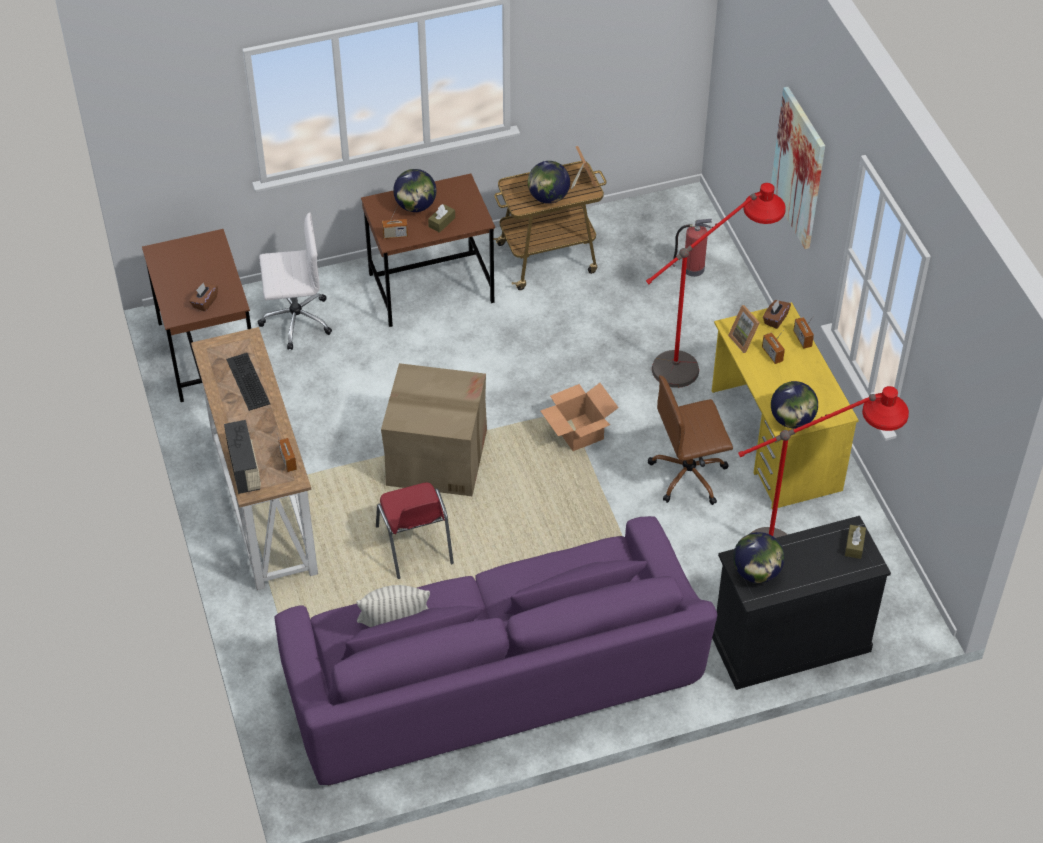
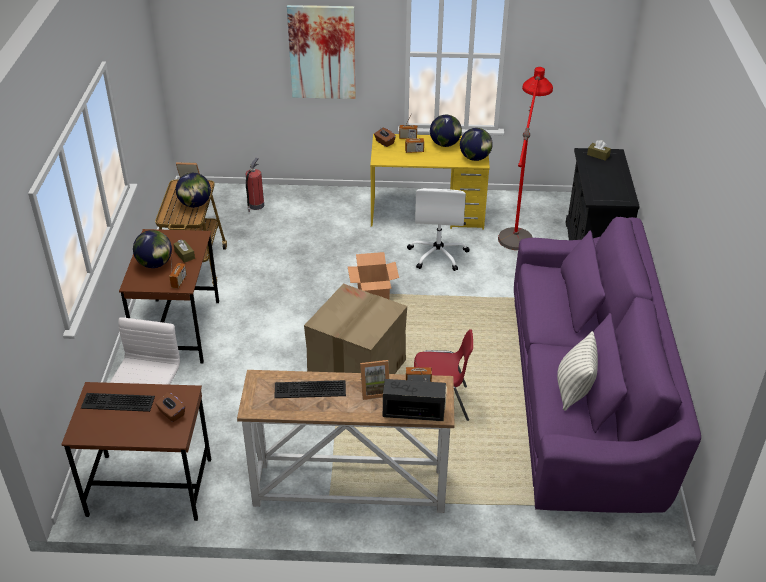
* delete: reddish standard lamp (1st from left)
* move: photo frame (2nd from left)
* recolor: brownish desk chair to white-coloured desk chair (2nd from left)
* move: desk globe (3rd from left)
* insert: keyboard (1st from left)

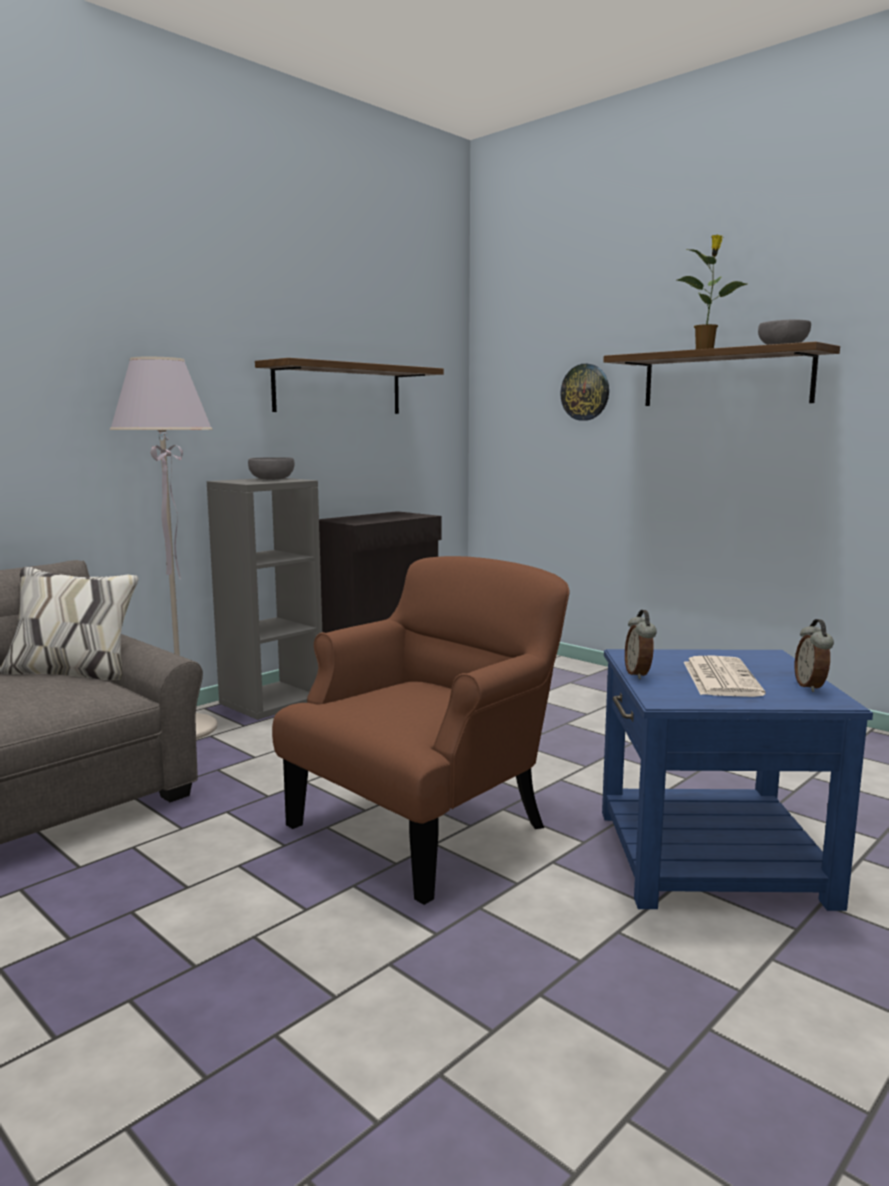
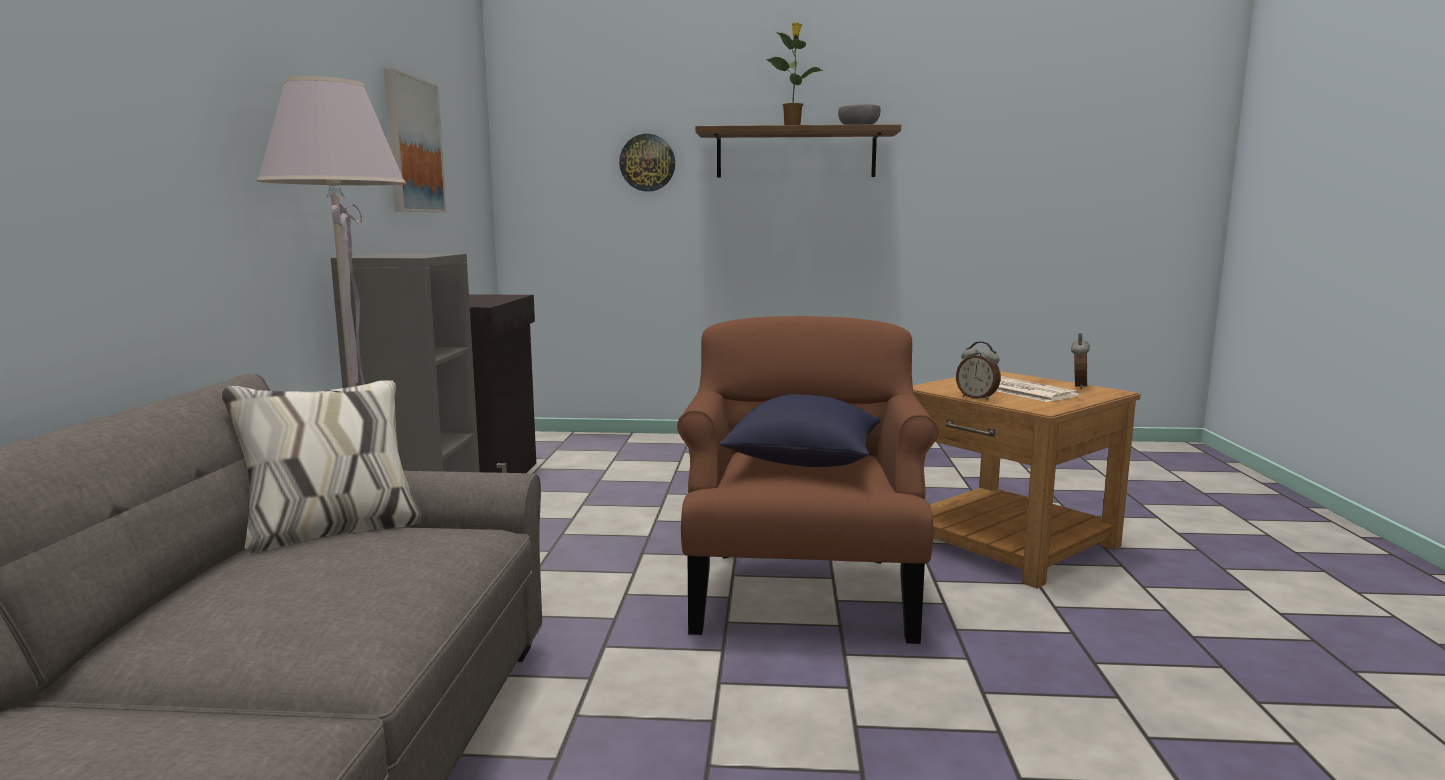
* replace: bracket shelf (1st from left) to wall art
* delete: grey deep dish (1st from left)
* rotate: table clock (2nd from left) 120 degrees counterclockwise
* recolor: blue-coloured end table to brownish end table
* insert: blue-coloured throw pillow

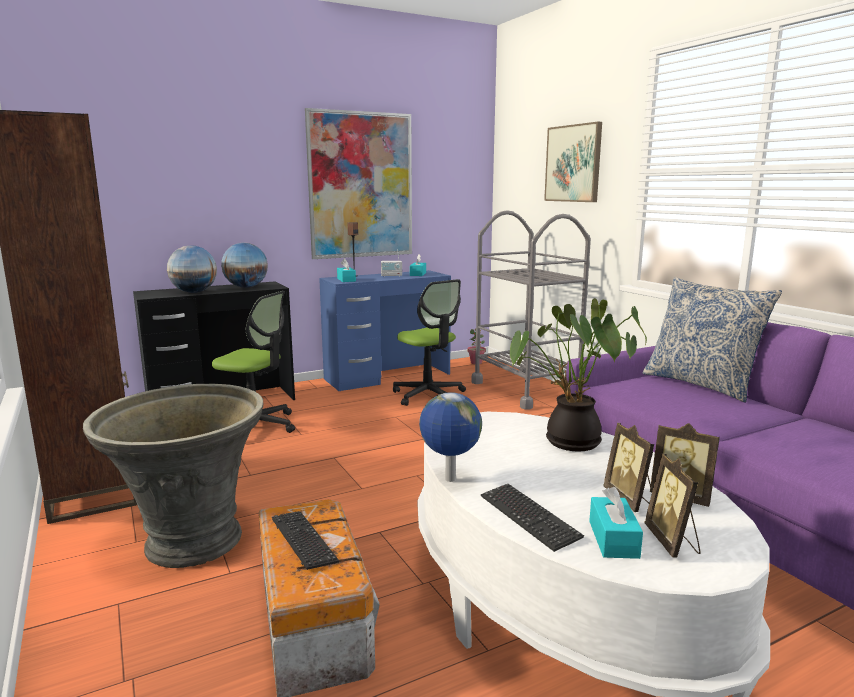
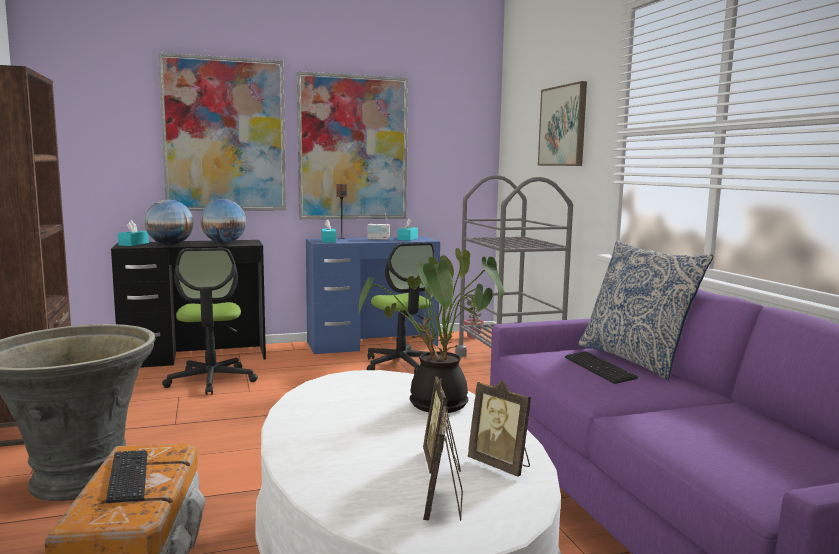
* rotate: desk chair (1st from left) 45 degrees clockwise
* delete: desk globe (3rd from left)
* move: keyboard (2nd from left)
* move: turquoise-coloured tissue holder (3rd from left in the first image) to turquoise-coloured tissue holder (1st from left)
* insert: wall art (1st from left)

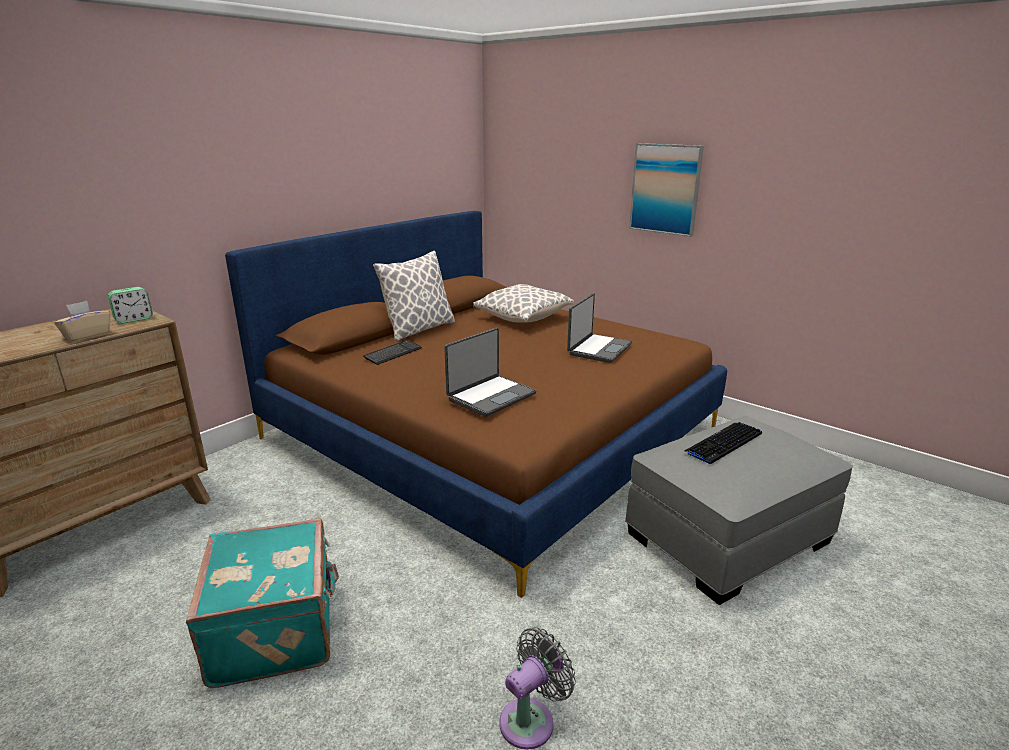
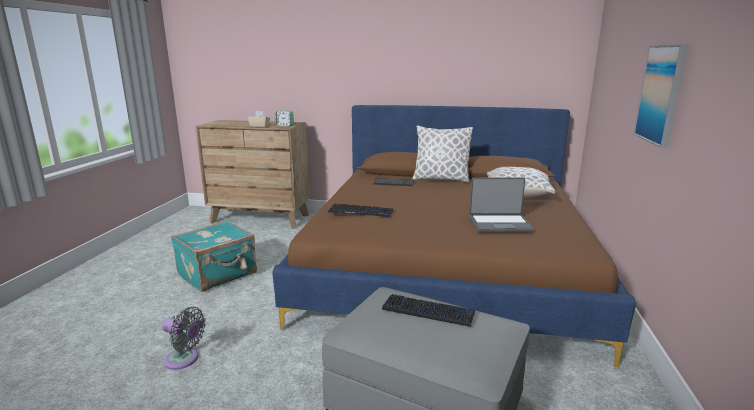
* replace: portable computer (1st from left) to keyboard (1st from left)

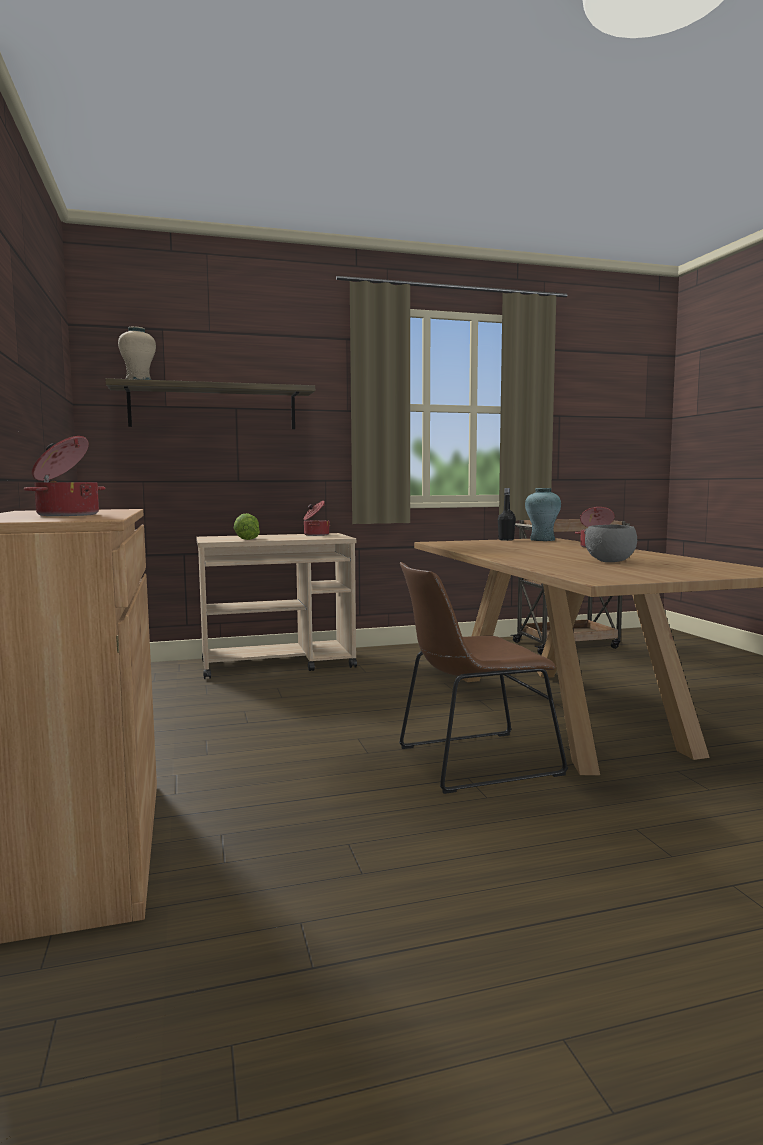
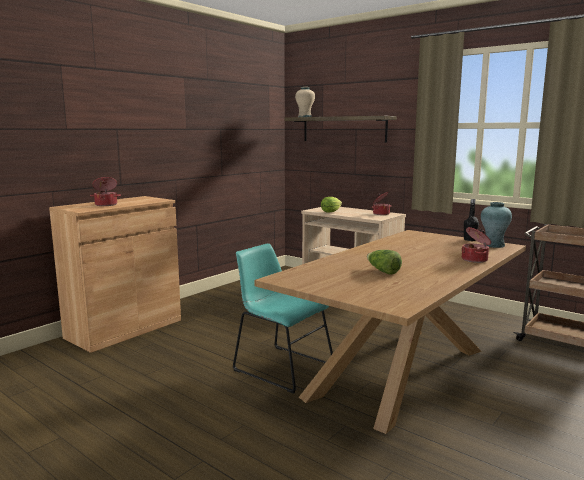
* replace: grey deep dish to head of lettuce (2nd from left)
* recolor: brownish plain chair to turquoise-coloured plain chair

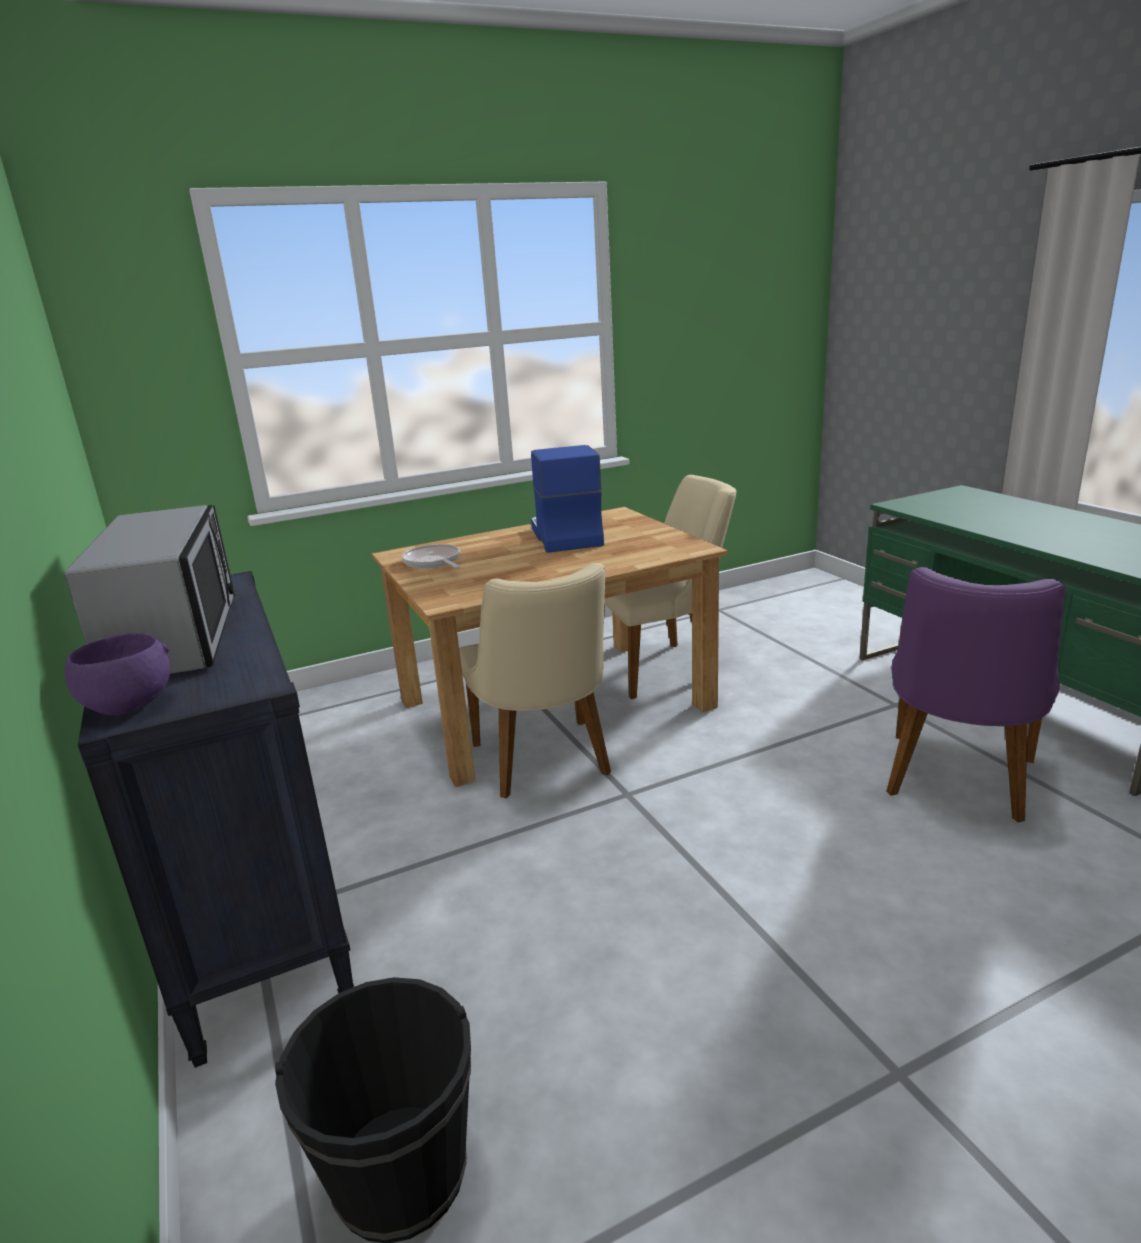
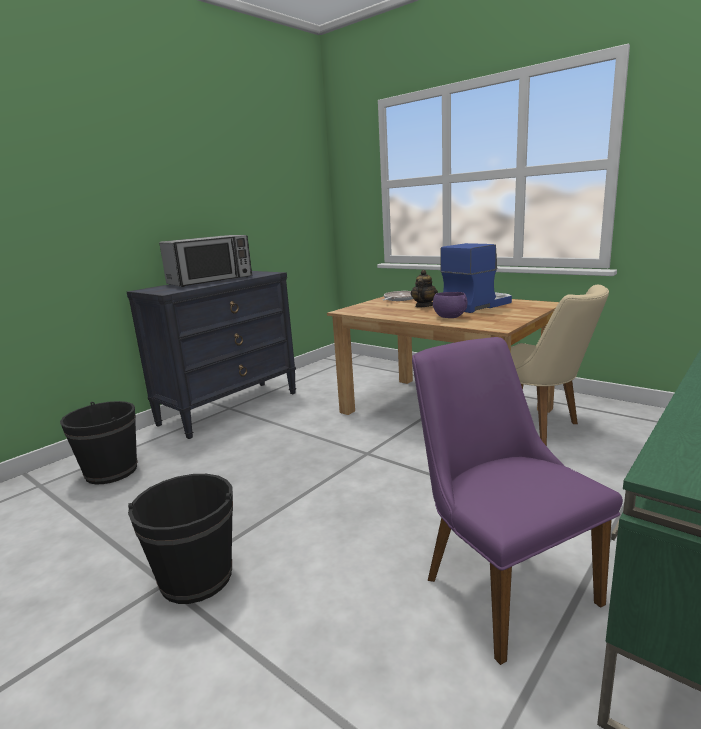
* delete: sand-coloured plain chair (1st from left)
* rotate: purplish plain chair 60 degrees clockwise
* move: purplish deep dish
* insert: tea pot
* insert: black-coloured water bucket (2nd from left)

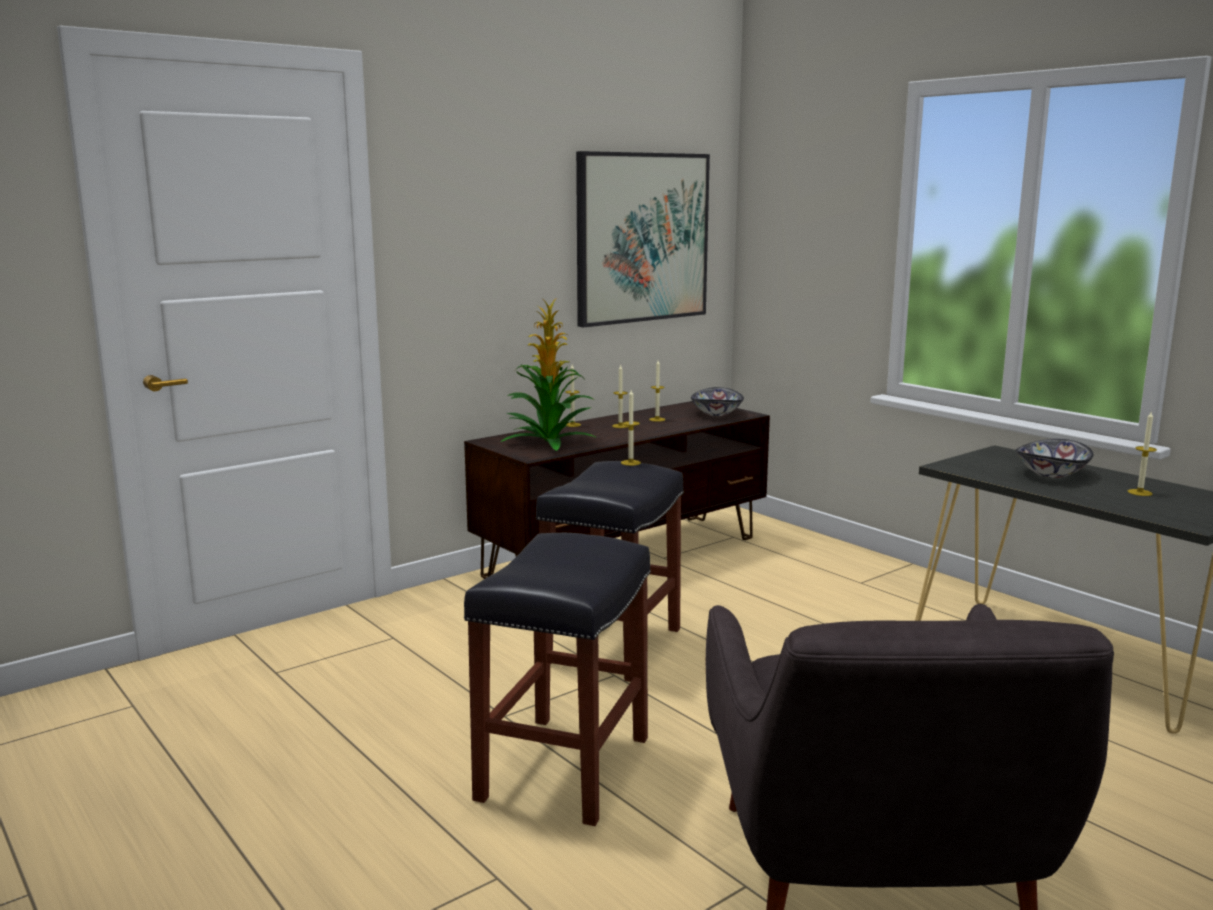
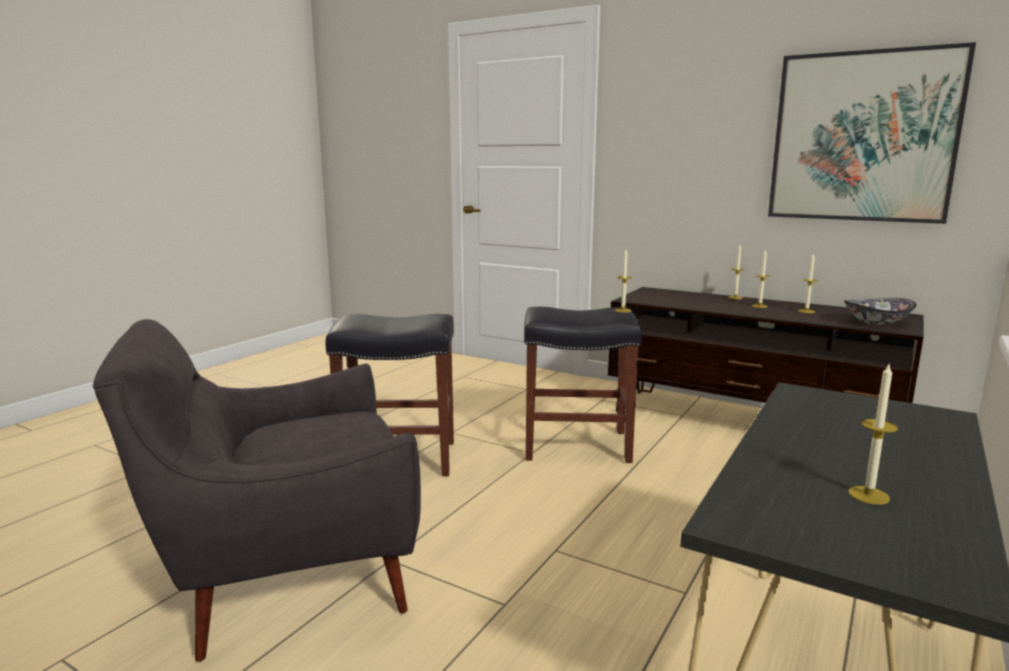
* delete: houseplant
* delete: deep dish (2nd from left)

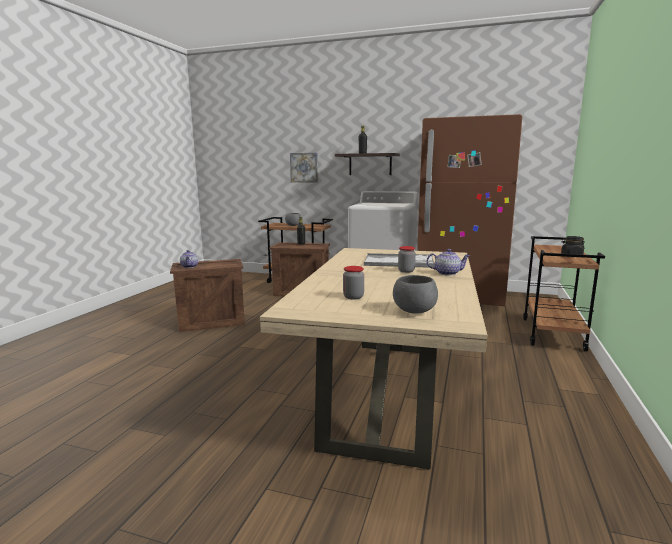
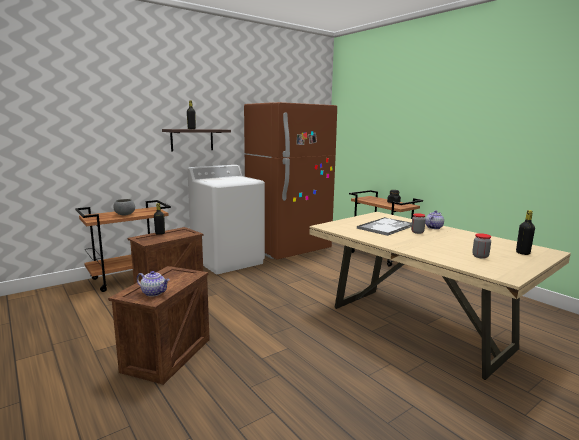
* delete: wall art
* replace: grey deep dish (2nd from left) to black-coloured drink bottle (3rd from left)

